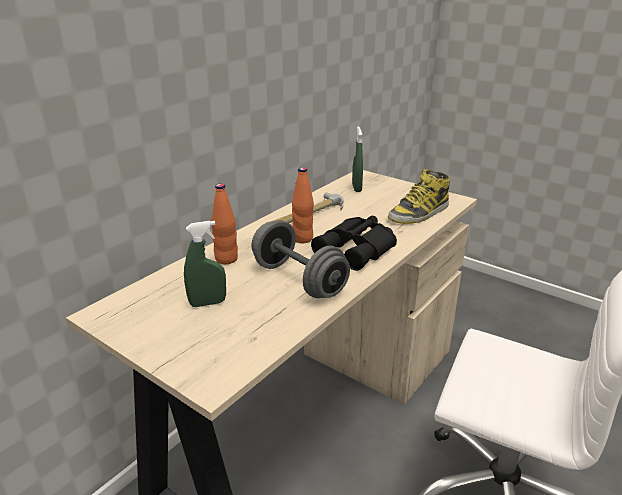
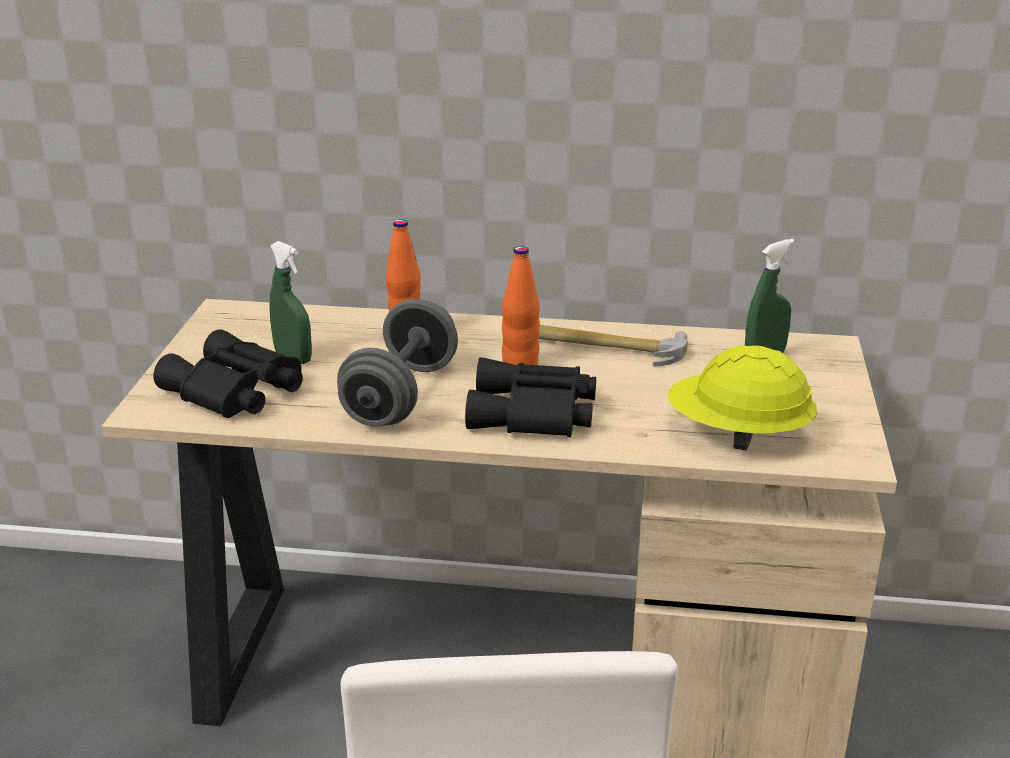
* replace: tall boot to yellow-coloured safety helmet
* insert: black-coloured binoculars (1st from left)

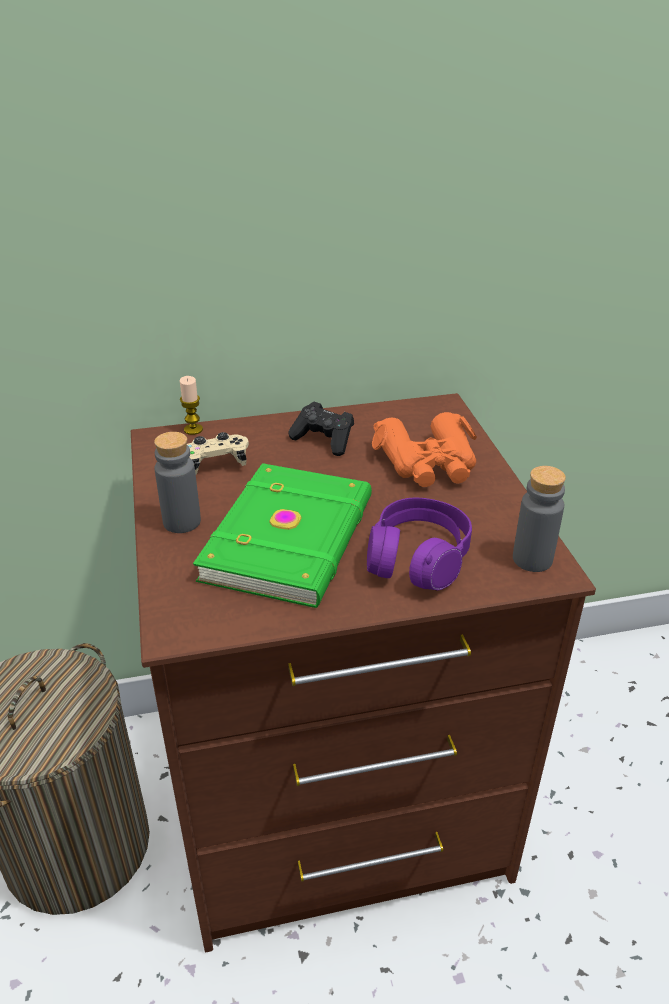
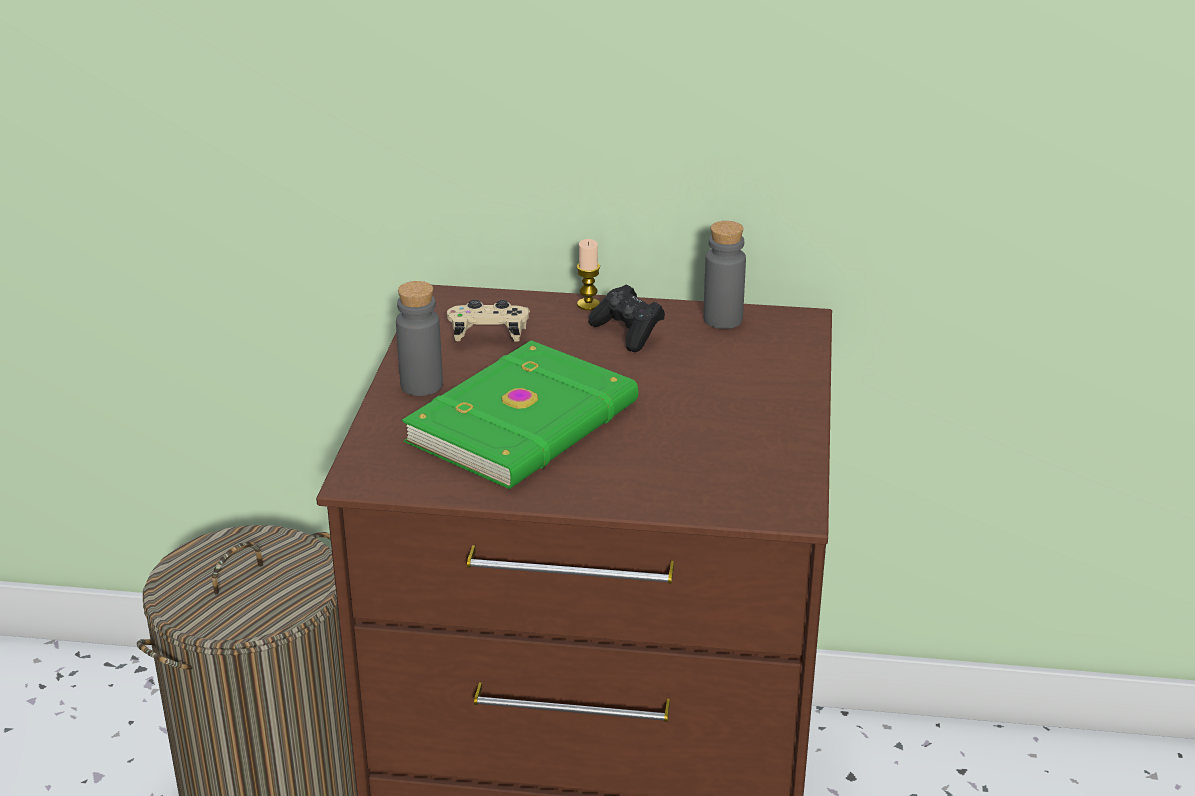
* move: candle
* delete: orangey binoculars
* move: grey drink bottle (2nd from left)
* delete: purplish pair of headphones

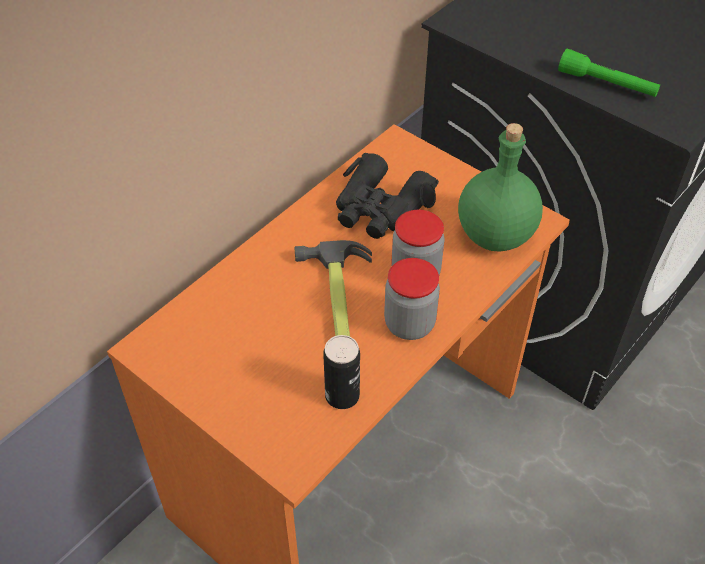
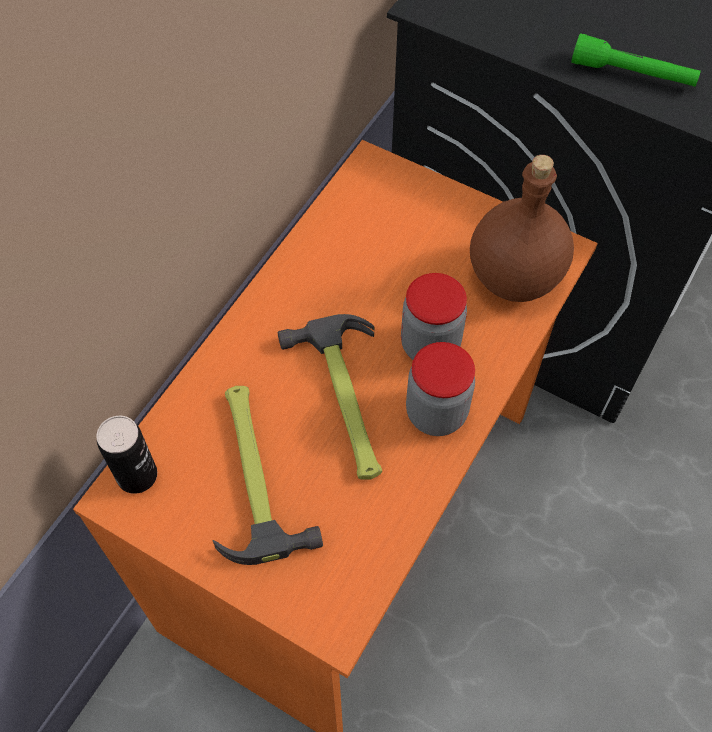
* recolor: greenish drink bottle to brownish drink bottle
* delete: black-coloured binoculars
* move: sealed can
* insert: hand hammer (1st from left)

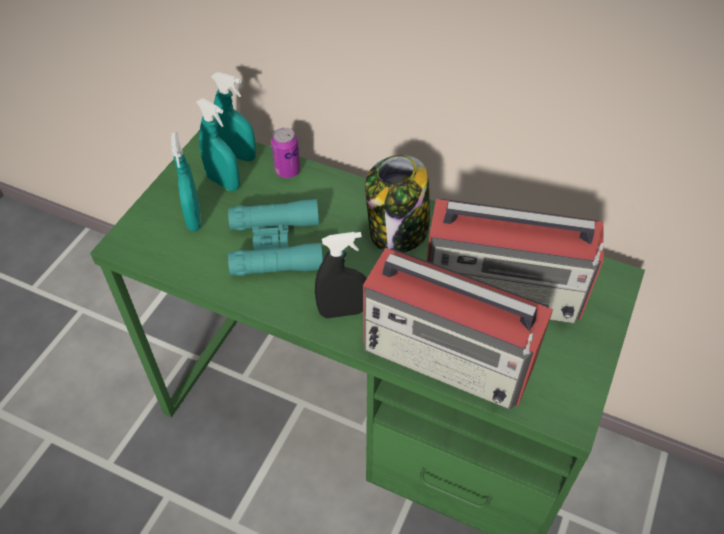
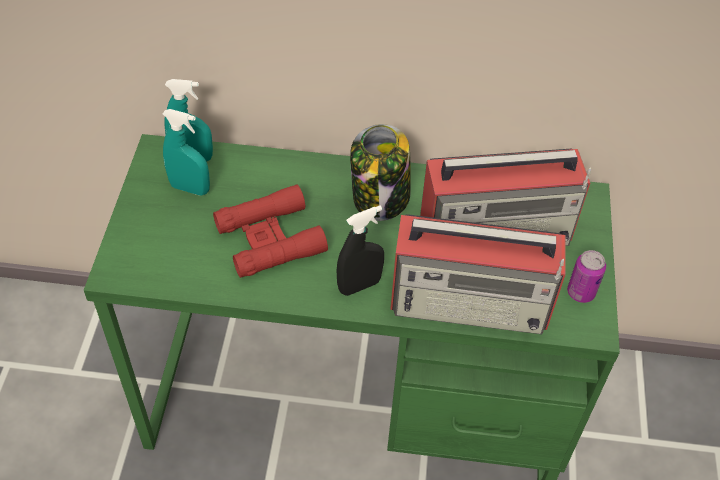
* move: sealed can
* delete: turquoise-coloured spray bottle (1st from left)
* recolor: turquoise-coloured binoculars to reddish binoculars

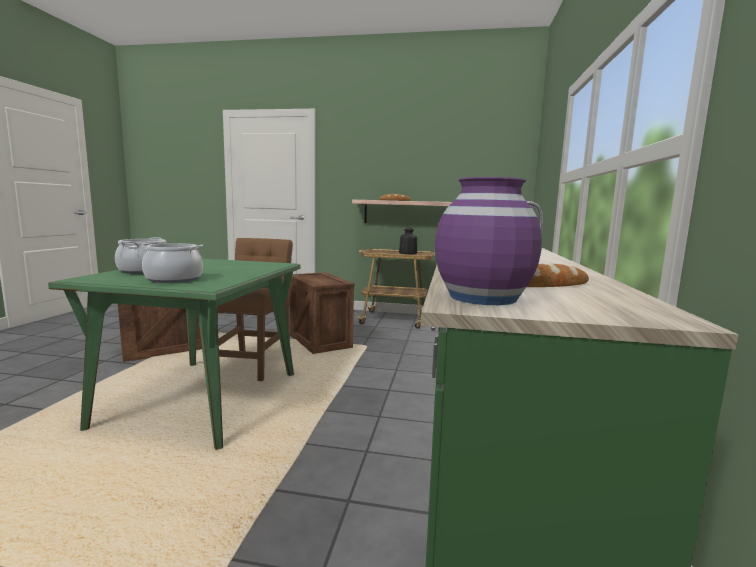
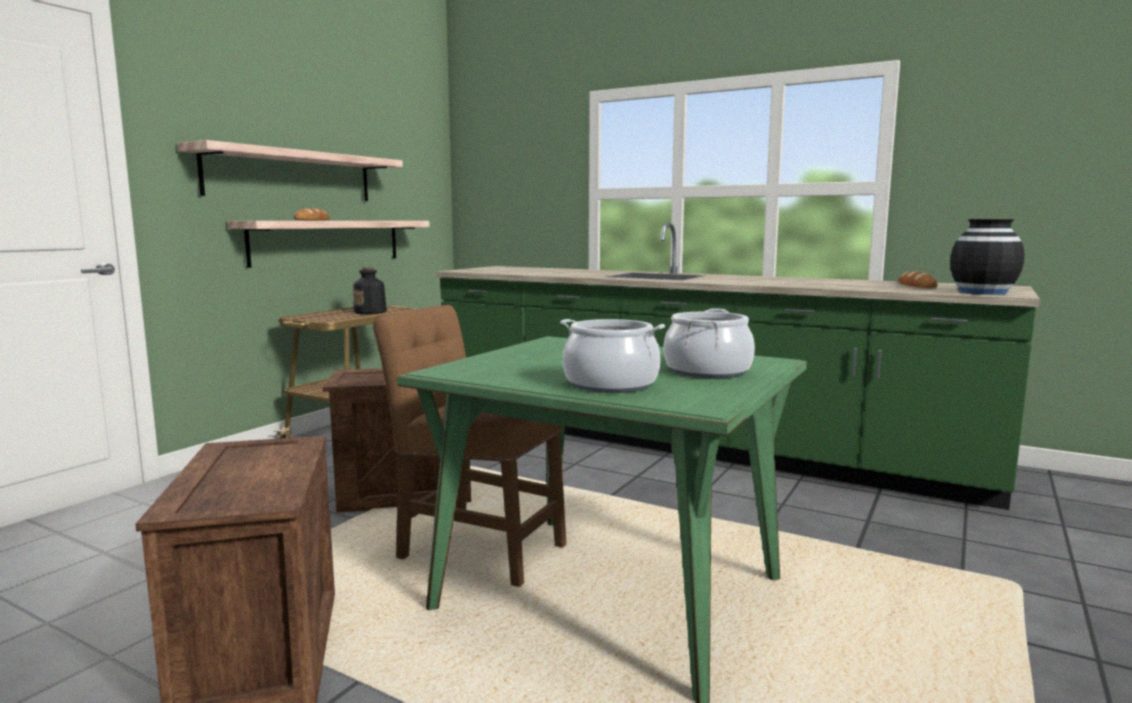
* recolor: purplish flower vase to black-coloured flower vase
* insert: bracket shelf (1st from left)

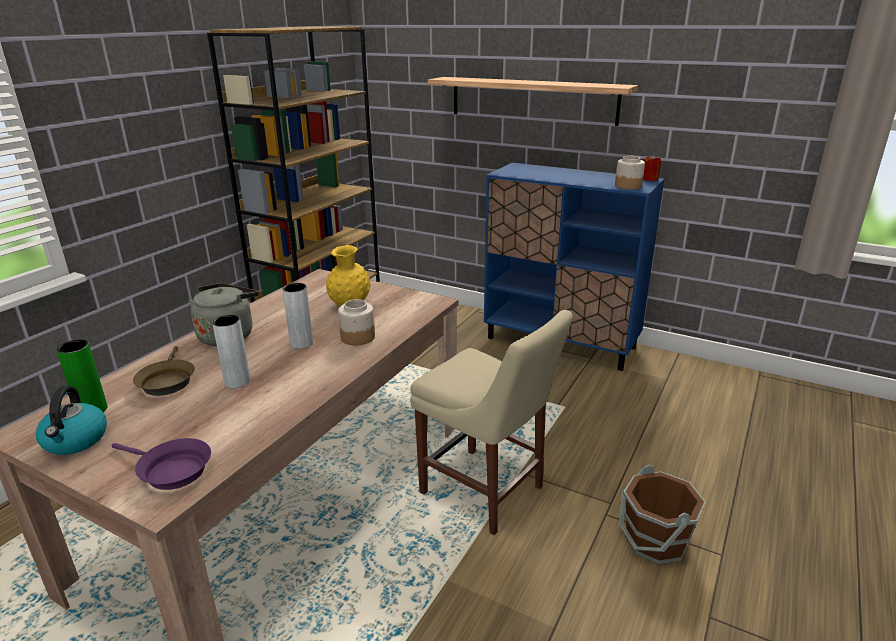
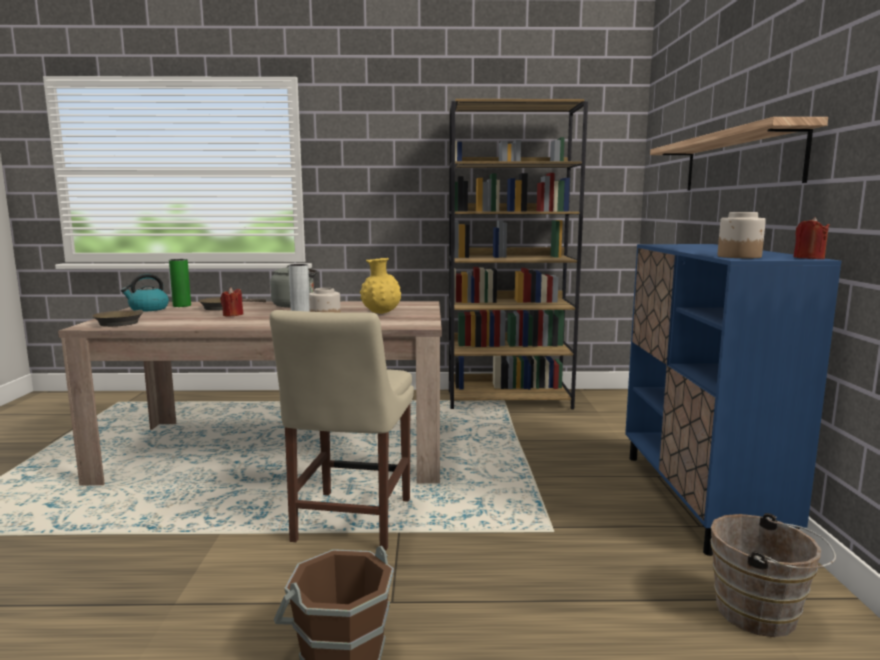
* replace: grey flower vase (1st from left) to reddish candle (1st from left)
* recolor: purplish pan to brownish pan (1st from left)
* insert: brownish water bucket (2nd from left)

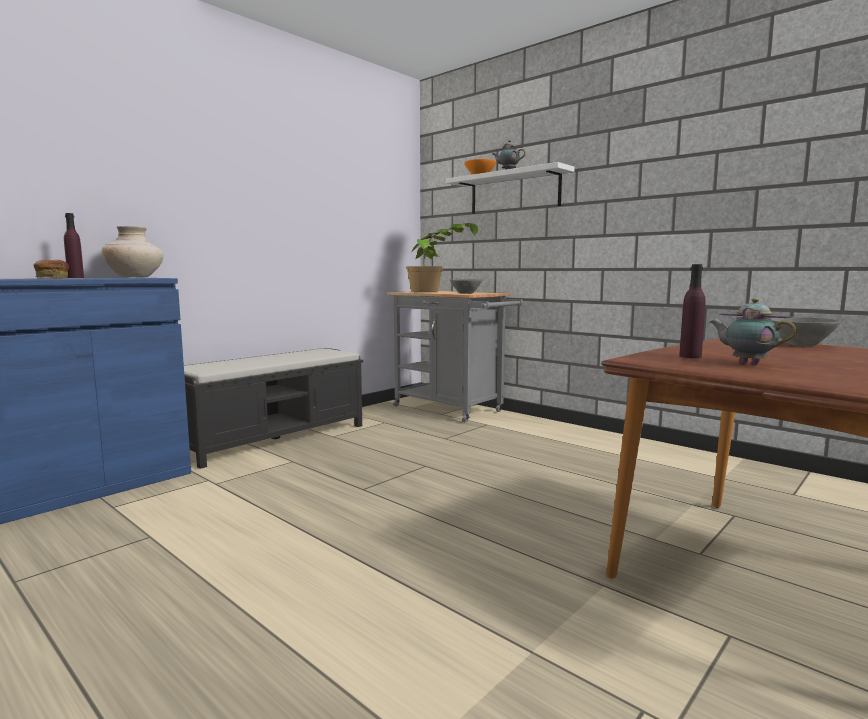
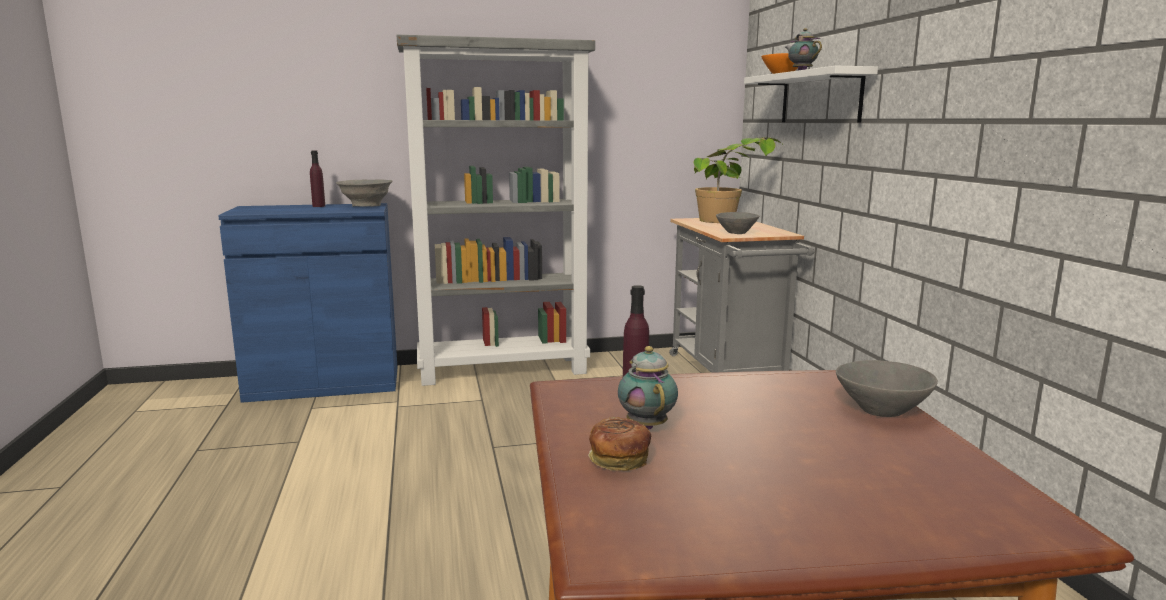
* replace: sand-coloured flower vase to grey deep dish (1st from left)
* move: baked bread
* replace: black-coloured bench to grey bookcase

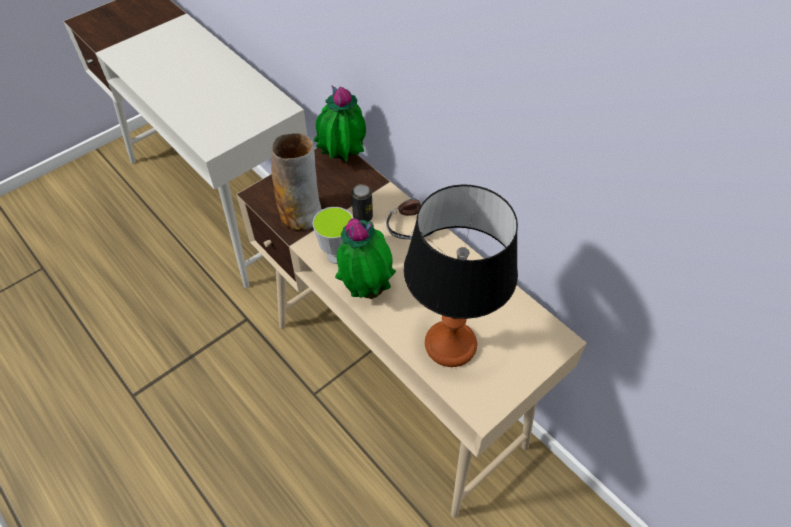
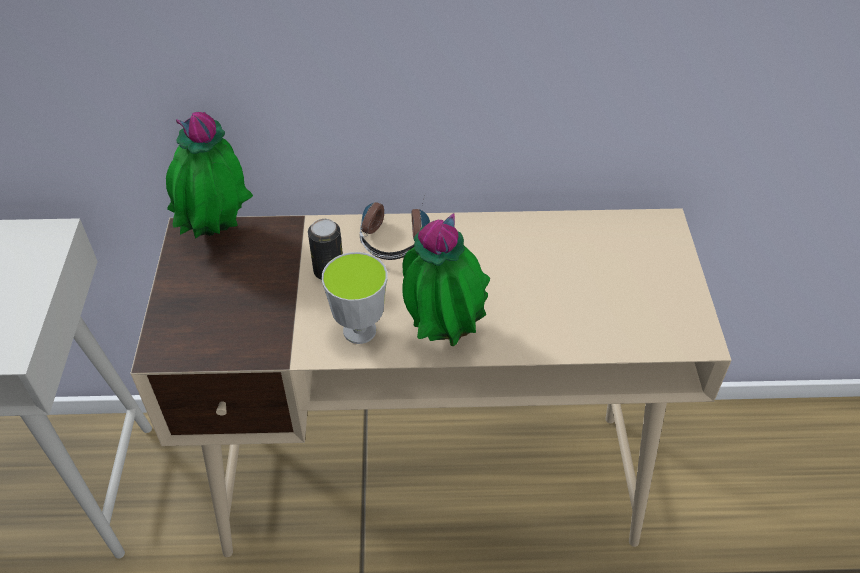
* delete: flower vase
* delete: tabletop lamp

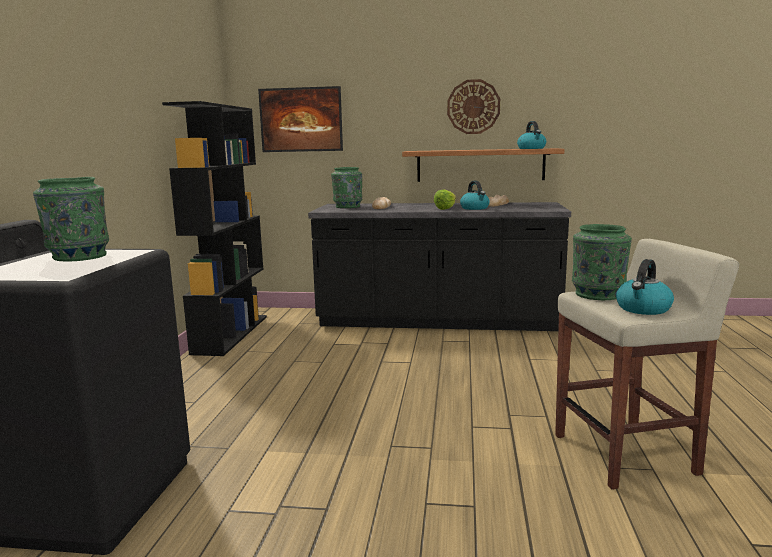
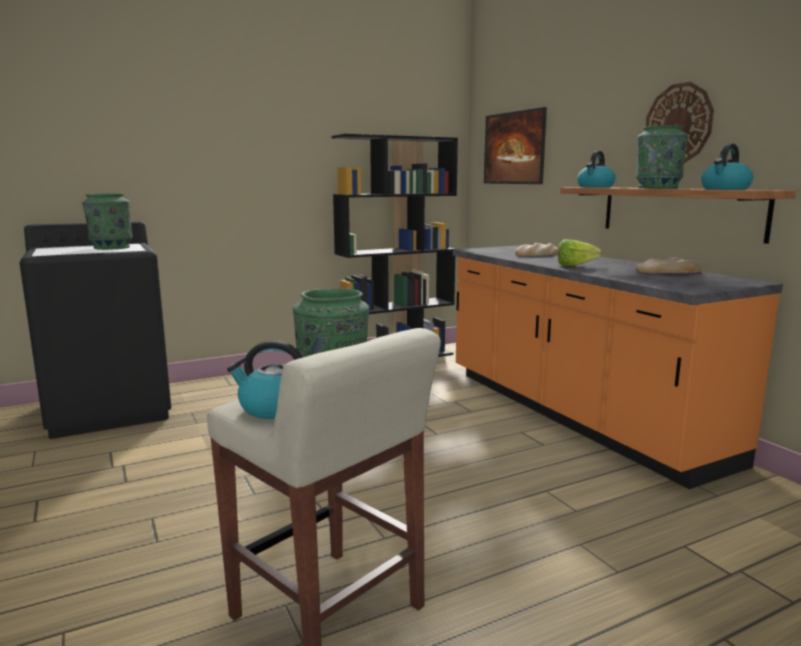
* move: greenish flower vase (2nd from left in the first image) to greenish flower vase (3rd from left)
* move: water kettle (1st from left in the first image) to water kettle (2nd from left)
* recolor: black-coloured kitchen counter to orangey kitchen counter

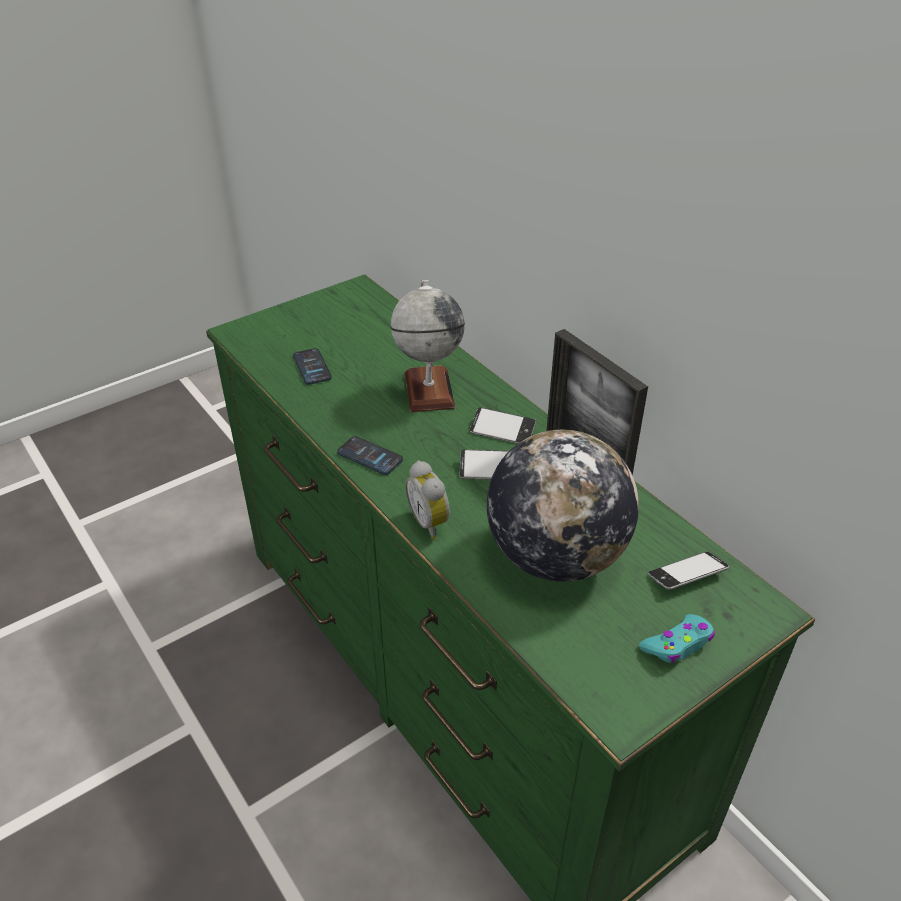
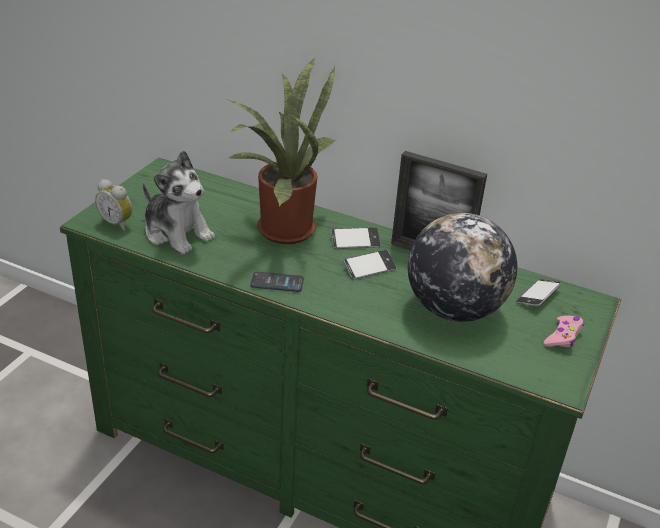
* replace: desk globe (1st from left) to houseplant
* replace: telephone (1st from left) to plush toy
* move: table clock
* recolor: turquoise-coloured gamepad to pink-coloured gamepad

